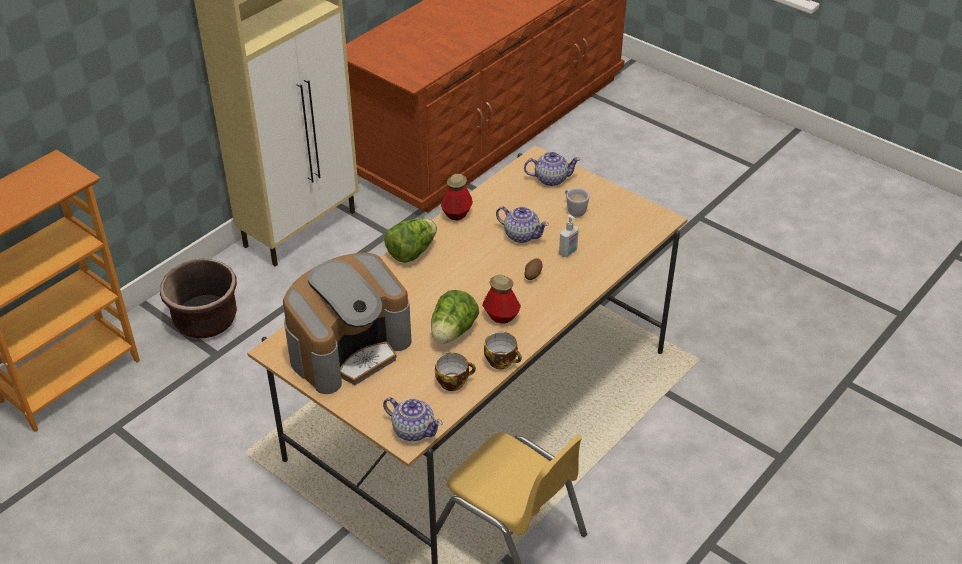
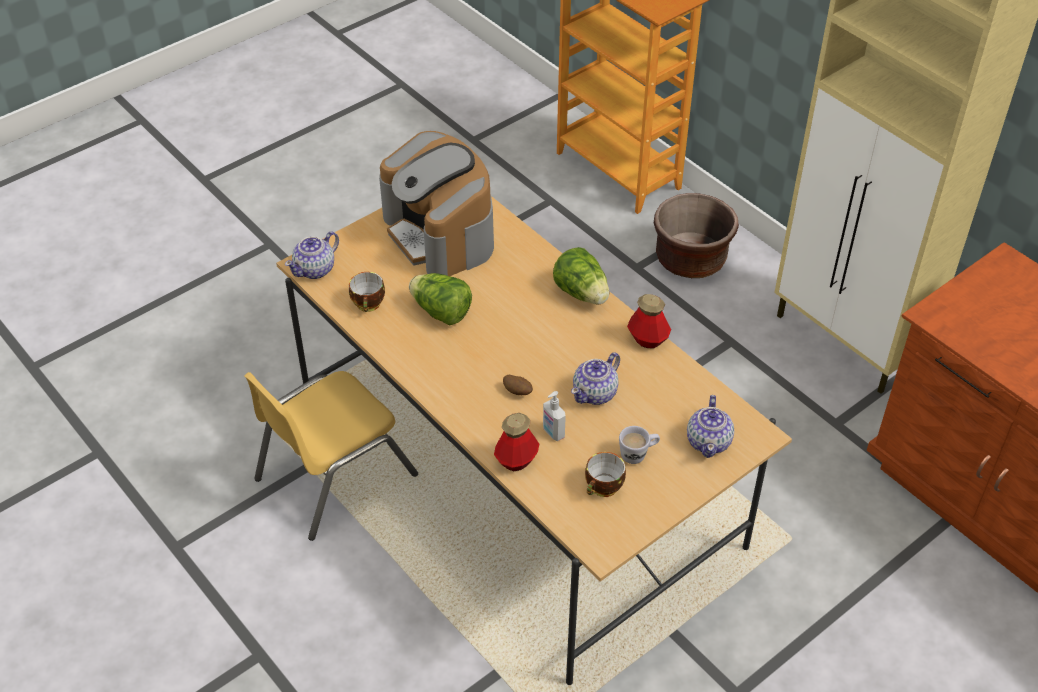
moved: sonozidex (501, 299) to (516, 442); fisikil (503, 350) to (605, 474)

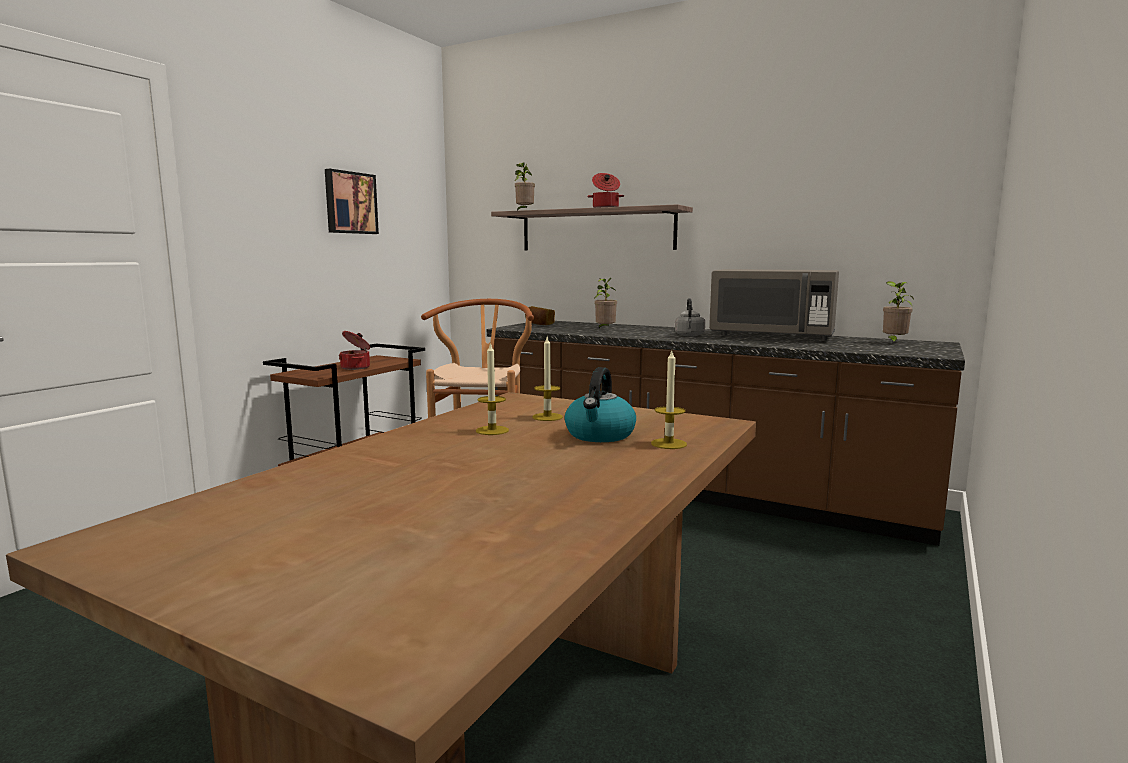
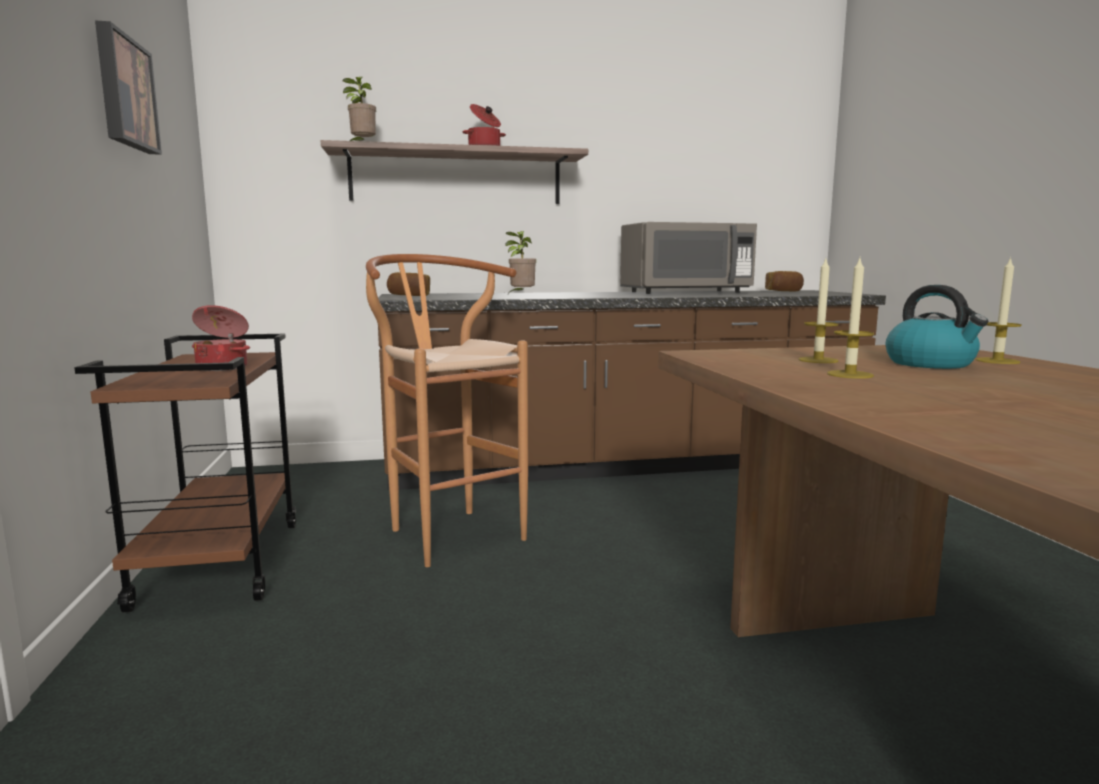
removed: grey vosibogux (690, 317)
replaced: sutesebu (898, 312) to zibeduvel (784, 281)

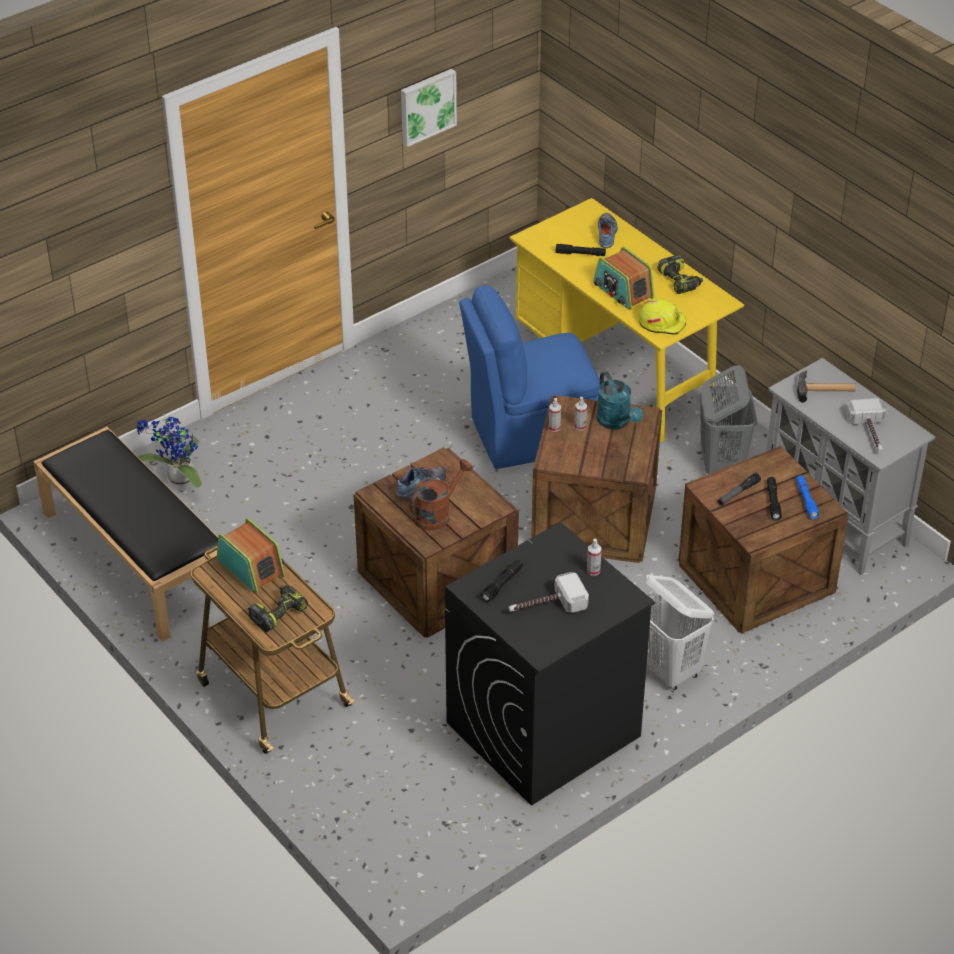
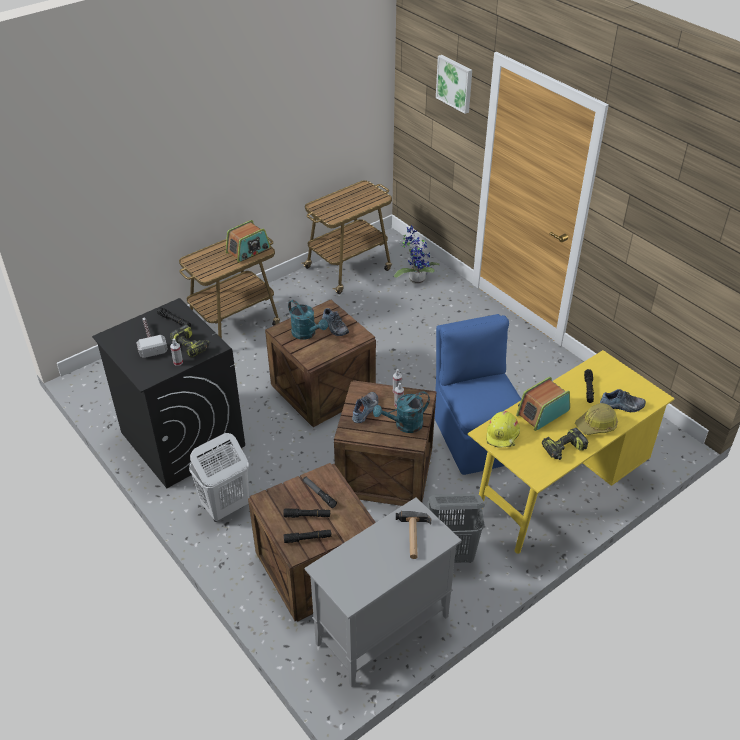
removed: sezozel (866, 425)
added: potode (365, 407); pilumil (596, 419)
moved: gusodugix (278, 608) to (190, 341); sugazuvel (429, 108) to (454, 84)
replaced: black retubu (135, 534) to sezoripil (346, 237)
recoloured: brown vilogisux (441, 494) to turquoise vilogisux (308, 320); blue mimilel (807, 497) to black mimilel (307, 536)

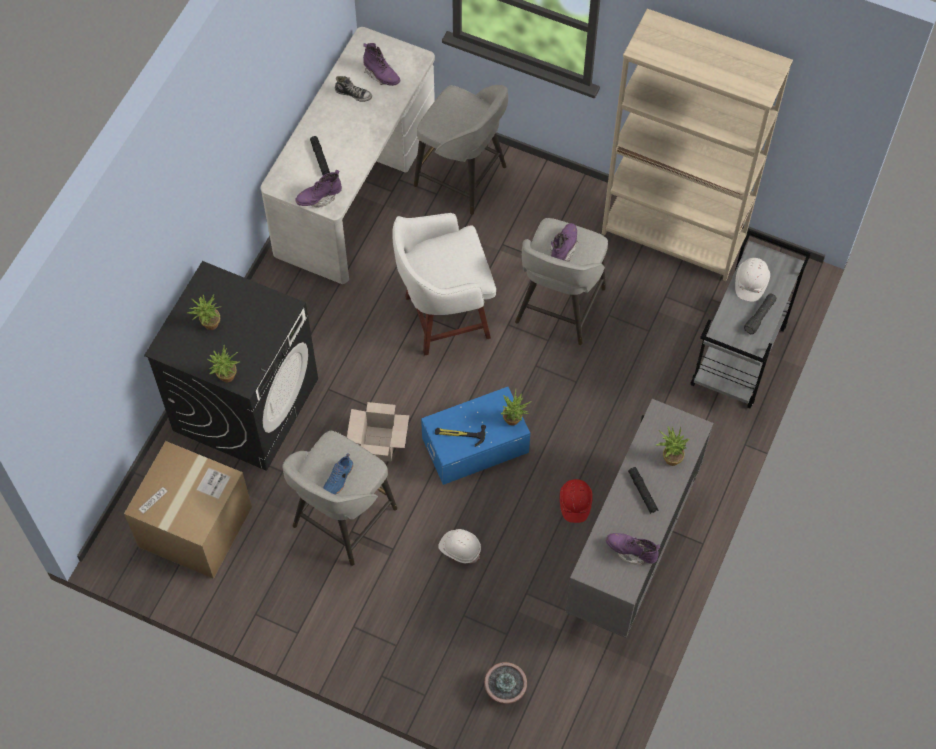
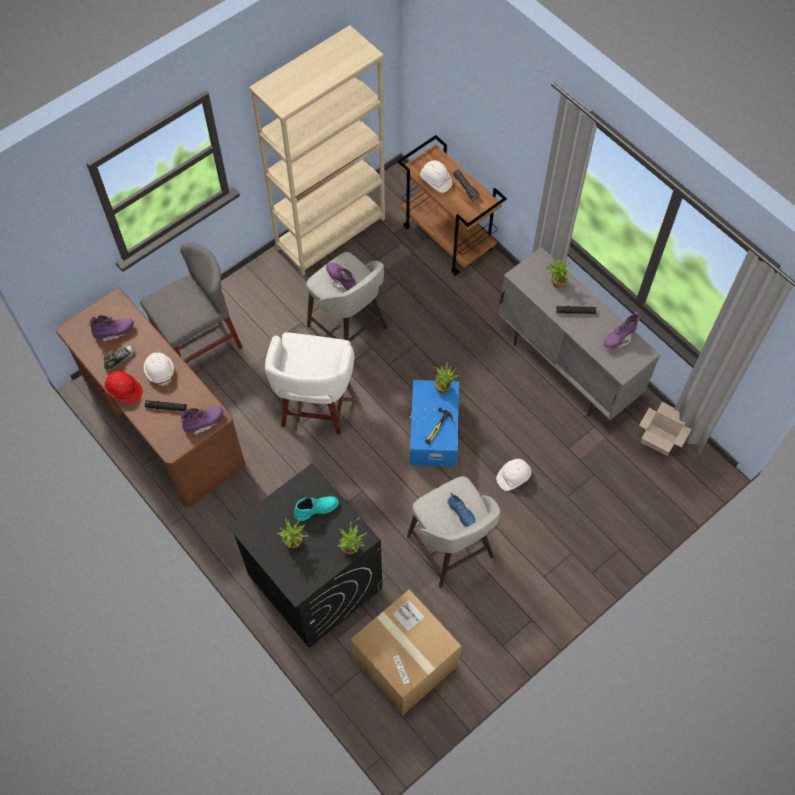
removed: sutesebu (505, 683)
added: white pilumil (159, 369); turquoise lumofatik (316, 509)
moved: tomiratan (378, 432) to (665, 429); red pilumil (576, 501) to (123, 387)
replaced: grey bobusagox (461, 150) to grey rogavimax (191, 302)
recoloured: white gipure (348, 155) to brown gipure (150, 398); grey sezoripil (750, 319) to brown sezoripil (452, 205)
turned: purple lumofatik (319, 188) = (202, 421) 120 degrees counterclockwise

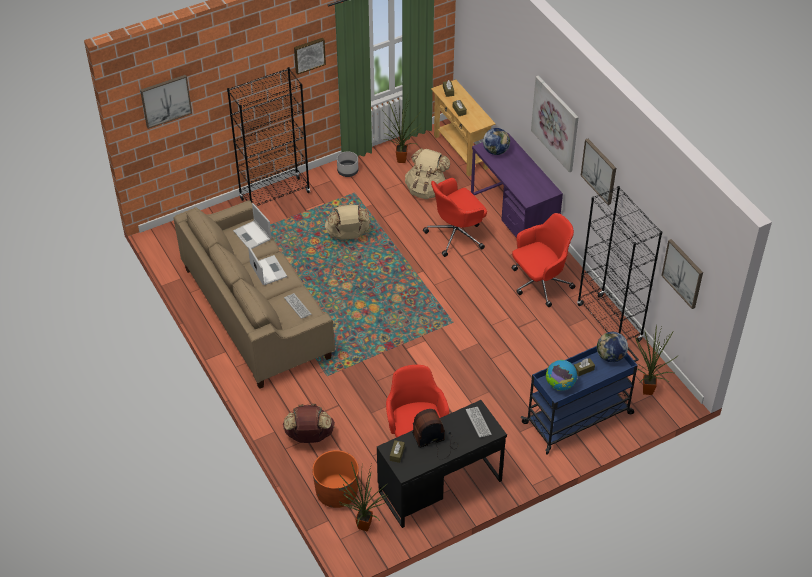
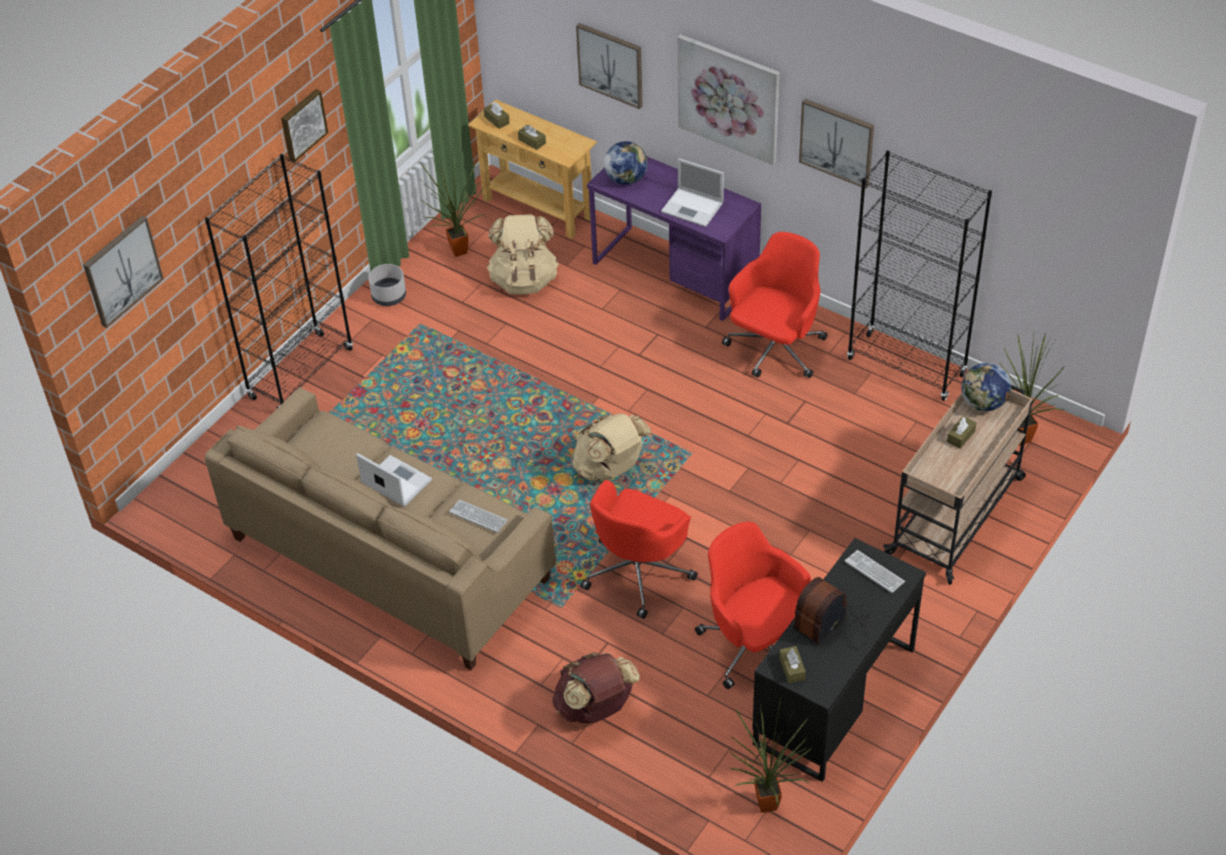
removed: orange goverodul (335, 479); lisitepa (561, 375)
moved: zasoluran (252, 226) to (692, 192); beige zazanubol (347, 221) to (611, 447); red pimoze (455, 217) to (639, 549); sugazuvel (682, 274) to (609, 66)
recoloured: blue sezoripil (580, 400) to beige sezoripil (958, 485)

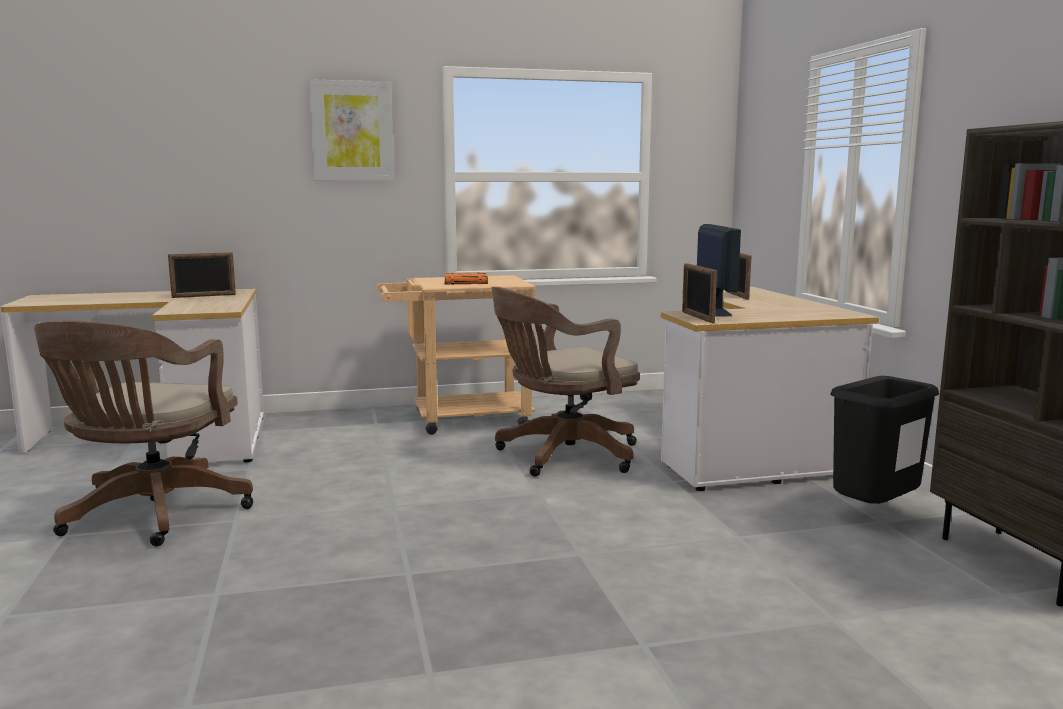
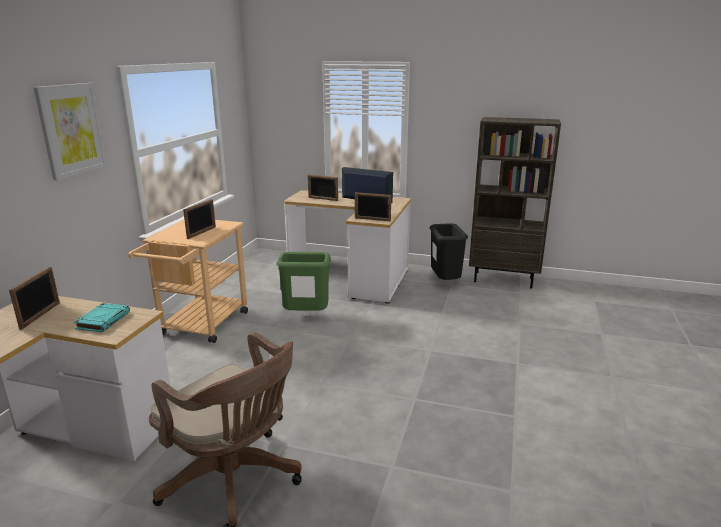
added: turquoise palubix (102, 317)
replaced: orange palubix (466, 279) to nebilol (199, 219); brown pimoze (566, 382) to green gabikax (304, 281)

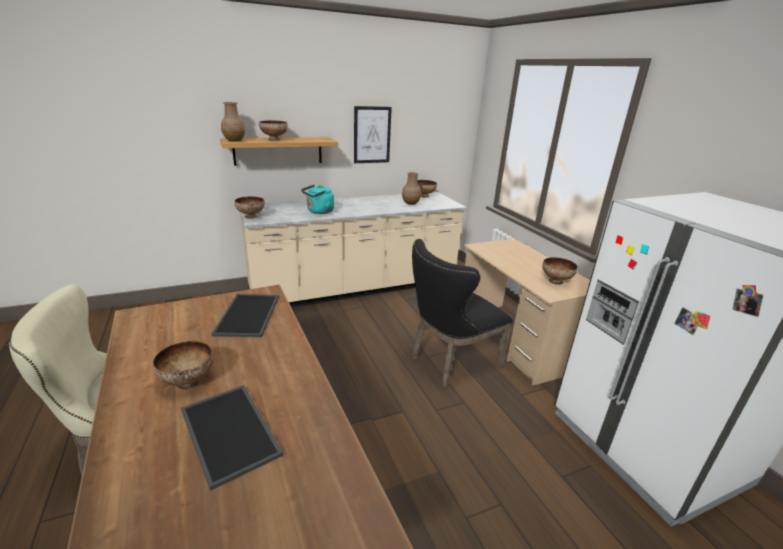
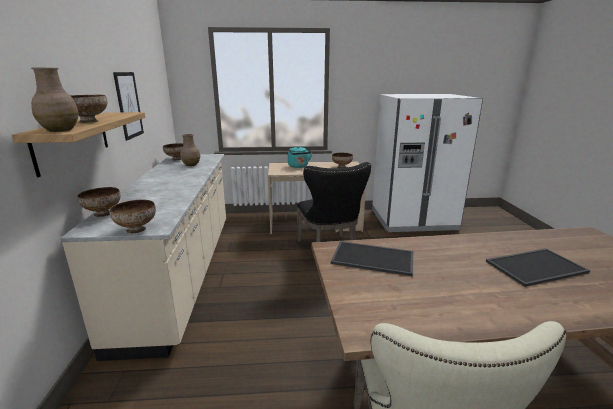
moved: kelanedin (183, 365) to (99, 202); turquoise vosibogux (317, 199) to (300, 157)

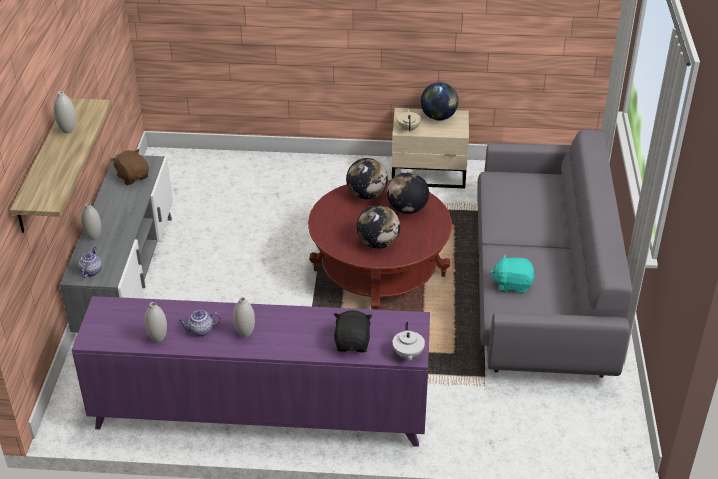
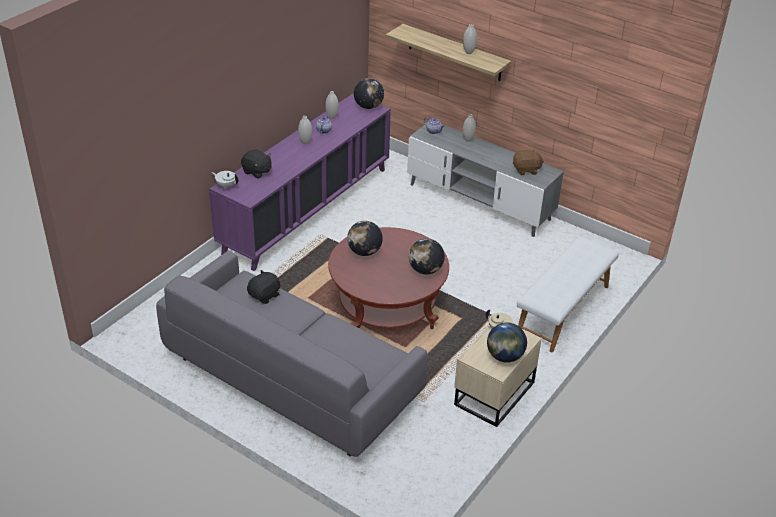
added: white retubu (568, 294)
moved: lisitepa (408, 193) to (369, 93)
recoloured: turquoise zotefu (512, 274) to black zotefu (264, 287)

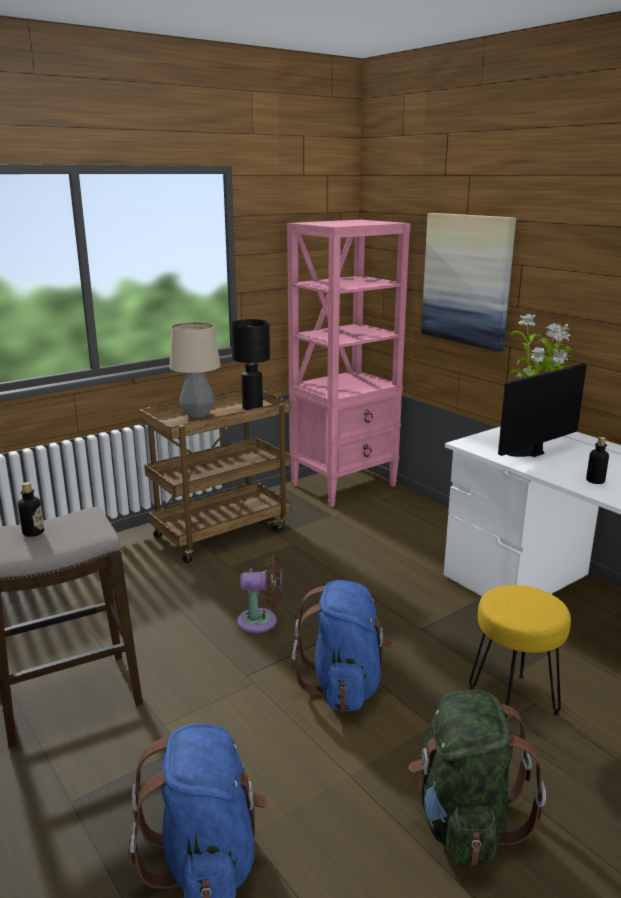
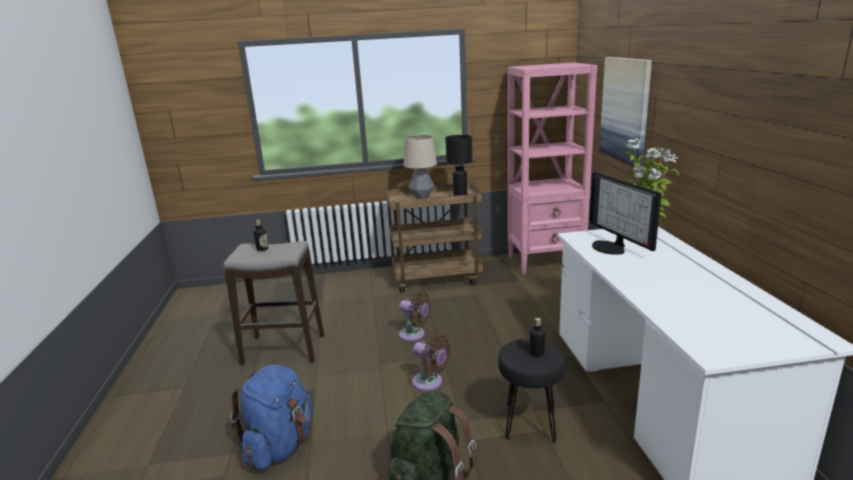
moved: sonozidex (597, 460) to (537, 337)
replaced: blue zazanubol (341, 646) to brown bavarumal (431, 363)
recoloured: yellow bobusagox (520, 652) to black bobusagox (532, 391)
turned: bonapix (542, 410) = (625, 213) 105 degrees counterclockwise

